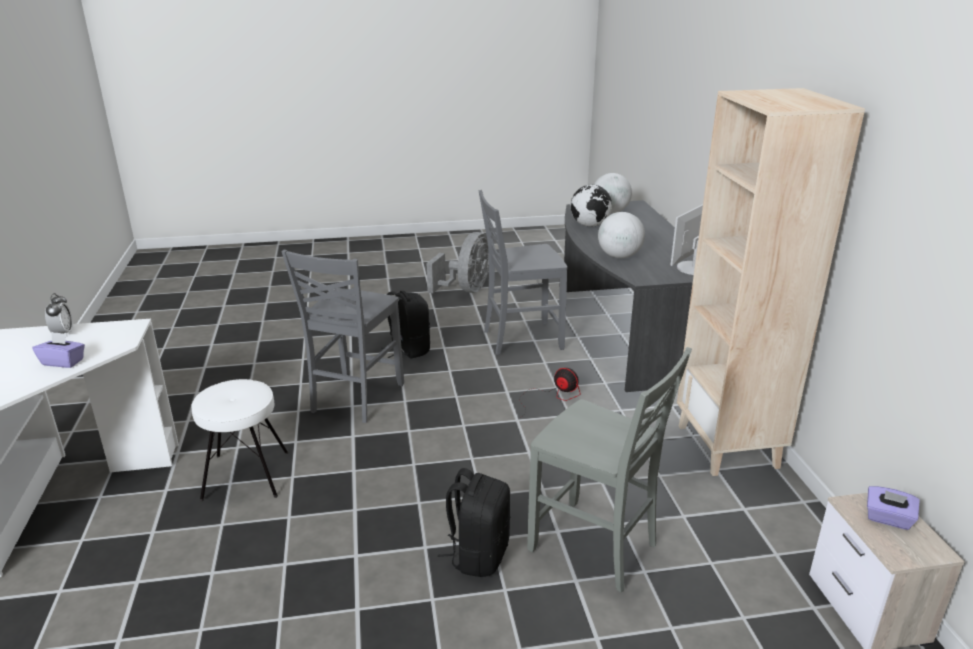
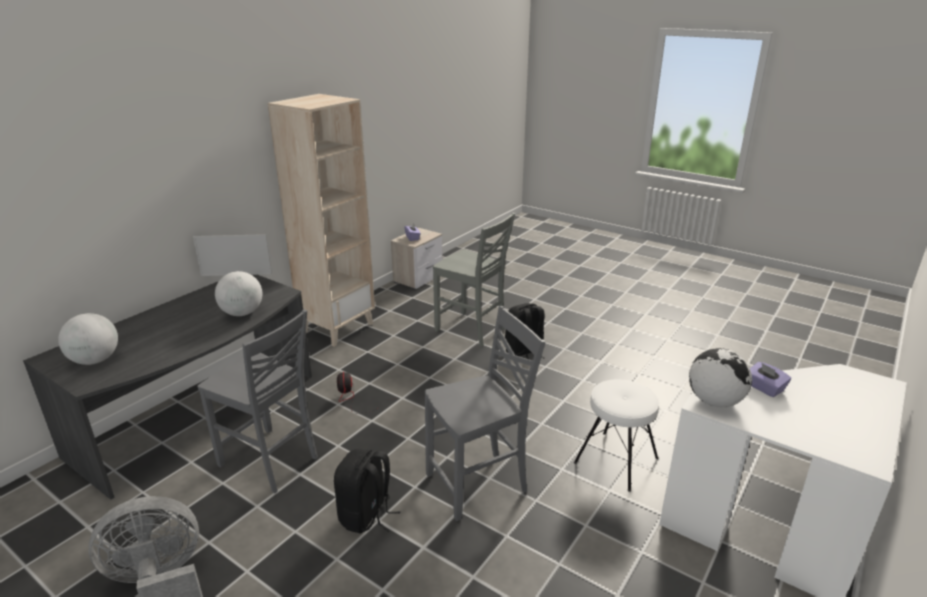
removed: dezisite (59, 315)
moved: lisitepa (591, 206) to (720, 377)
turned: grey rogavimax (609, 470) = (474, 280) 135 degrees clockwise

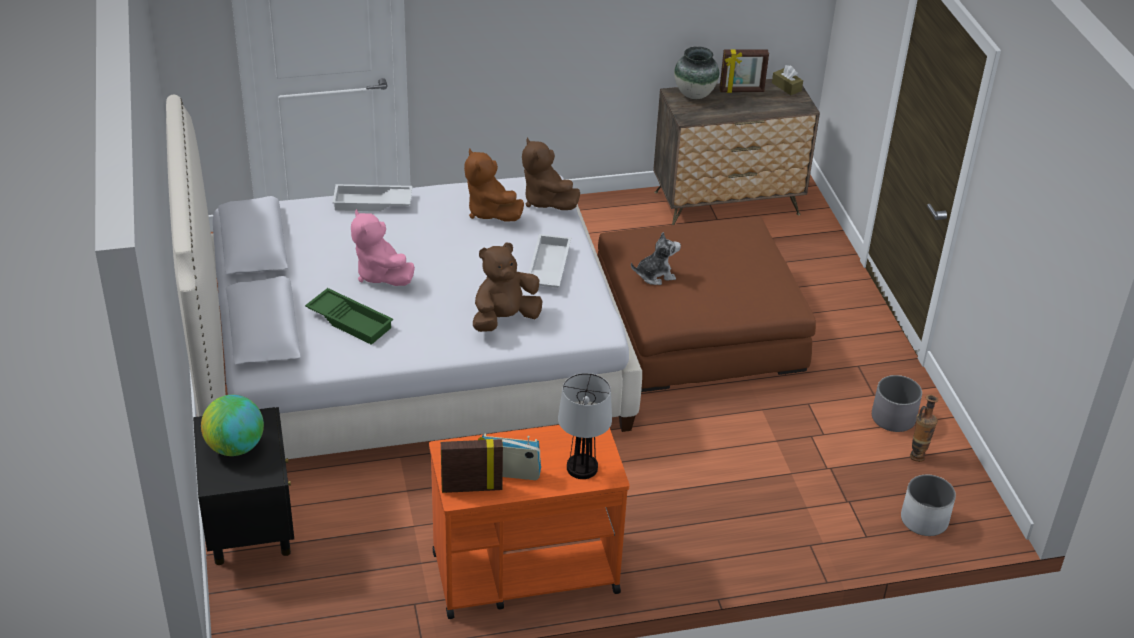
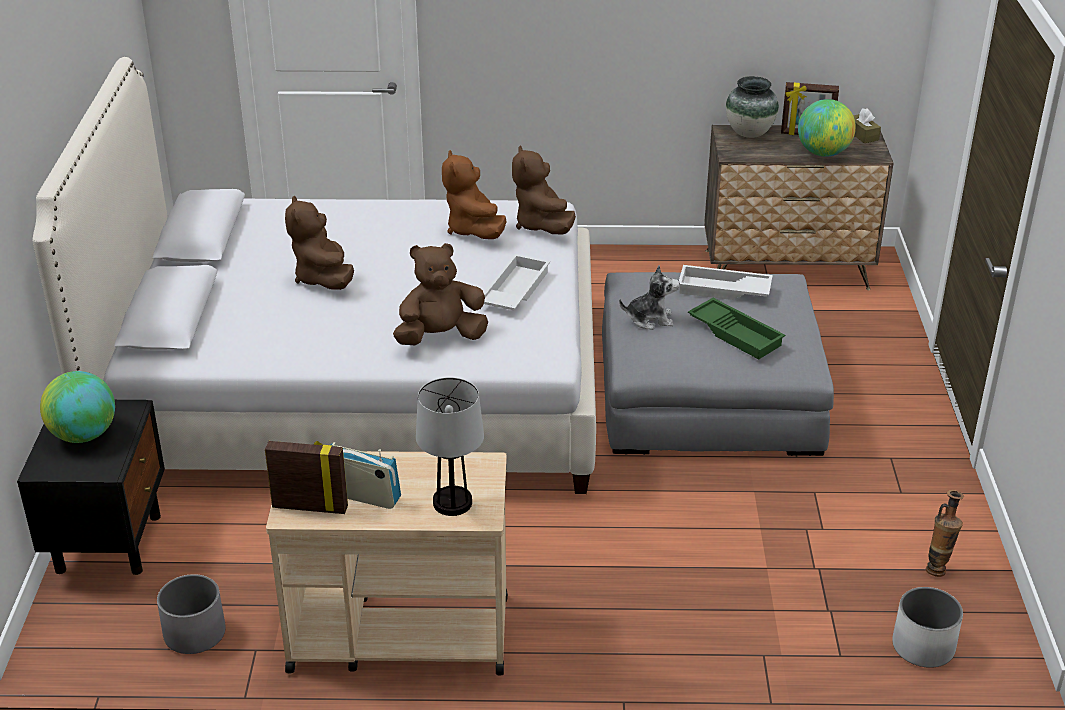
added: lisitepa (827, 128)
moved: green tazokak (349, 316) to (736, 328); white tazokak (372, 197) to (726, 282); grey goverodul (897, 403) to (191, 614)
recoloured: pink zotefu (383, 247) to brown zotefu (319, 242); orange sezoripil (529, 522) to beige sezoripil (387, 563); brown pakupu (707, 304) to grey pakupu (718, 364)

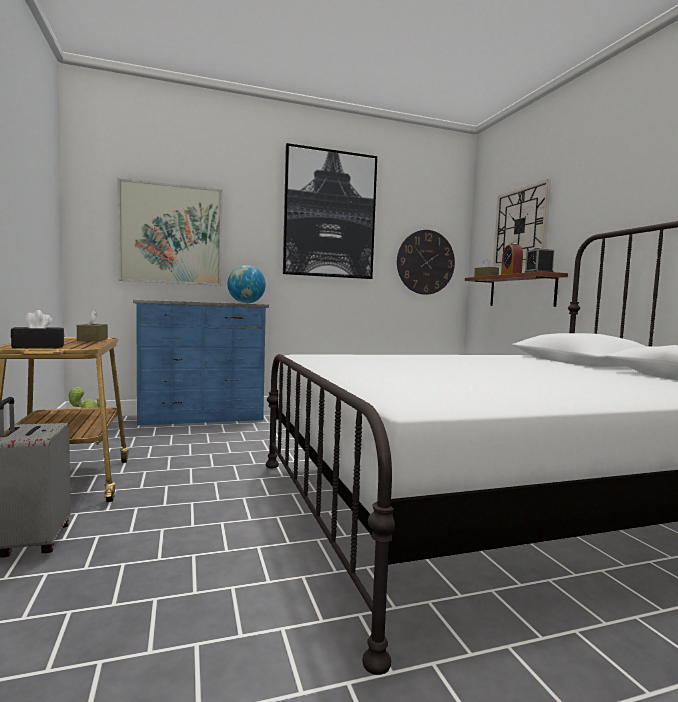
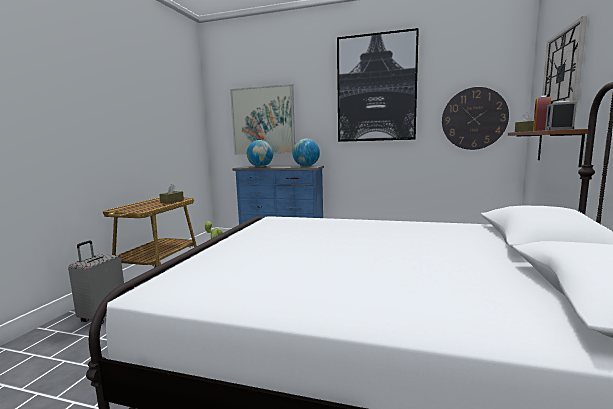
removed: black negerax (37, 329)
added: lisitepa (260, 153)

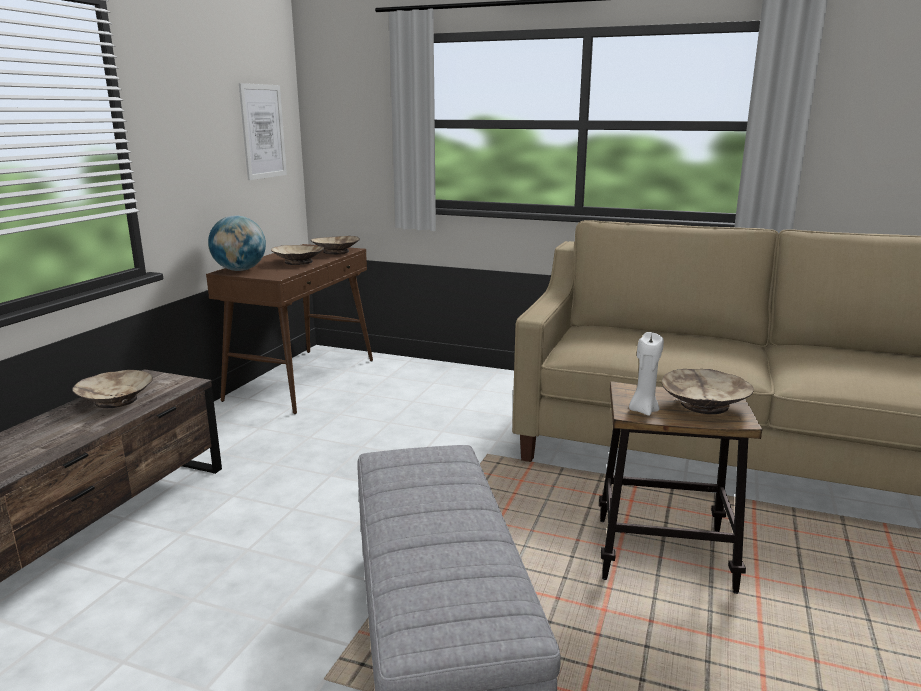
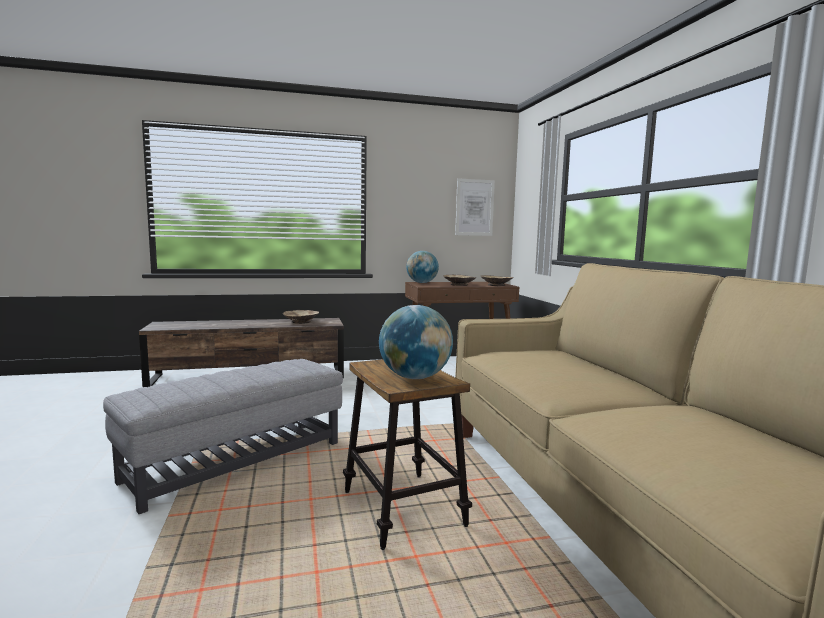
removed: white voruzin (646, 374)
replaced: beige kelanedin (708, 391) to lisitepa (416, 342)

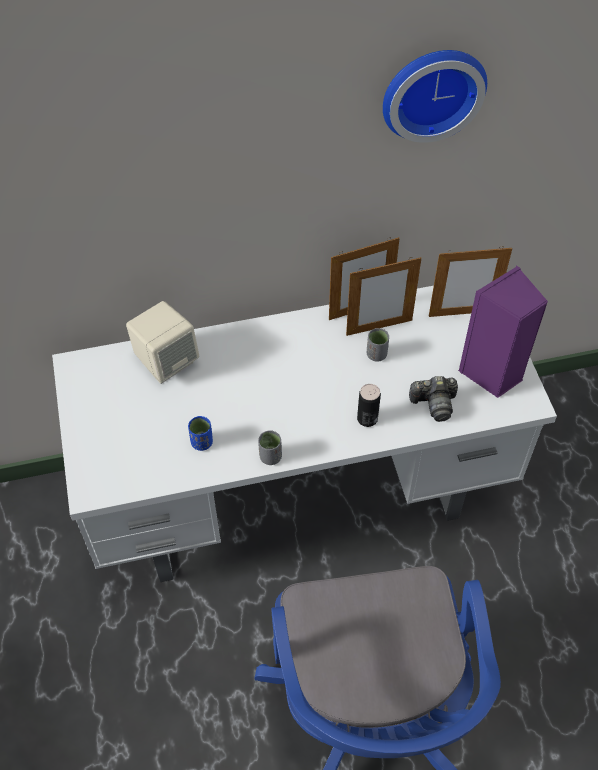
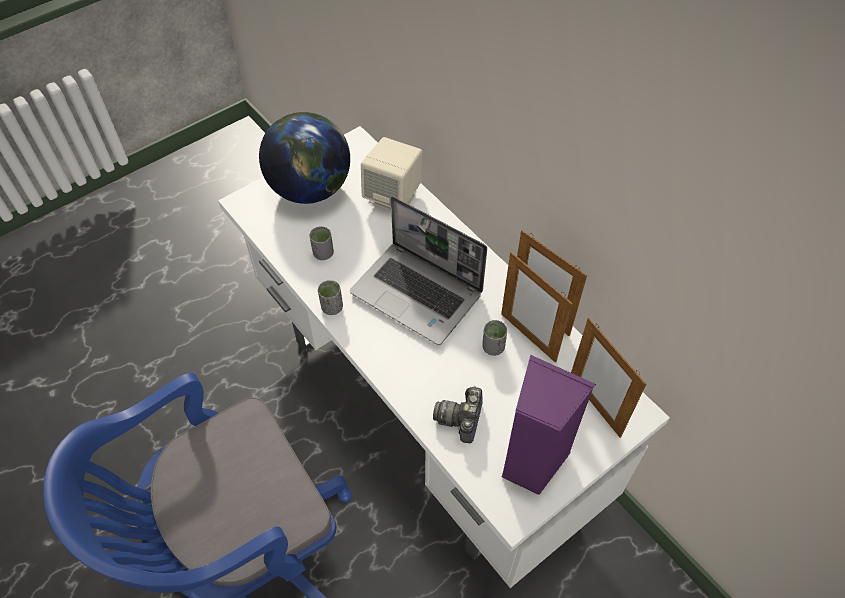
removed: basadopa (369, 405); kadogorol (435, 96)
added: lisitepa (304, 158); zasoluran (418, 270)
recoloured: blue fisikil (200, 433) to grey fisikil (322, 243)
turned: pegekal (433, 399) = (457, 415) 45 degrees clockwise

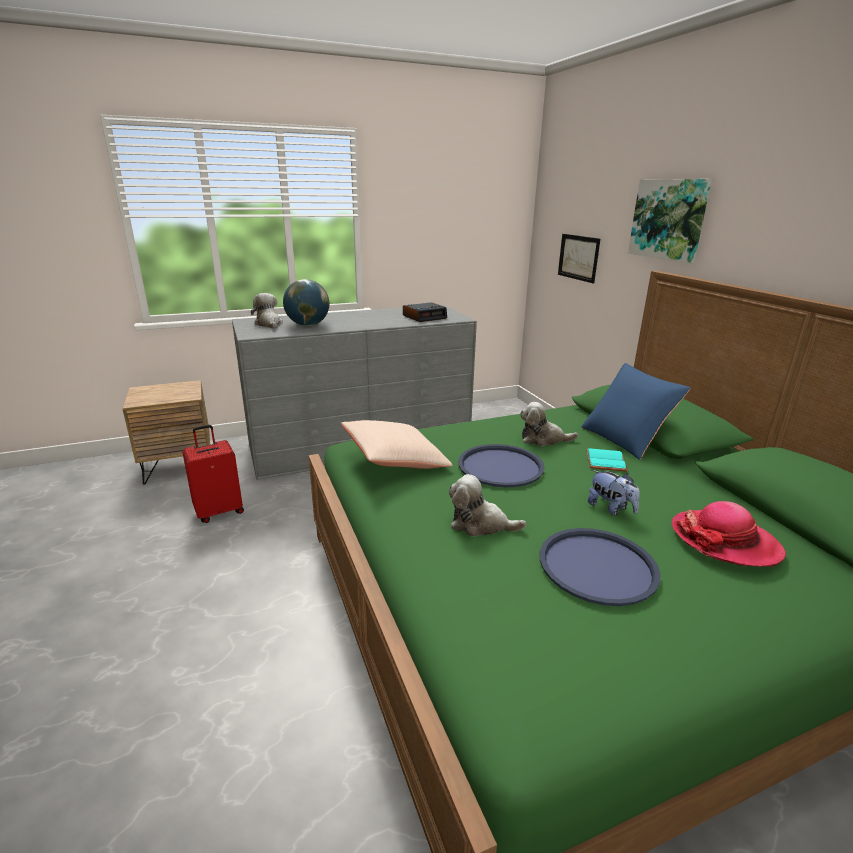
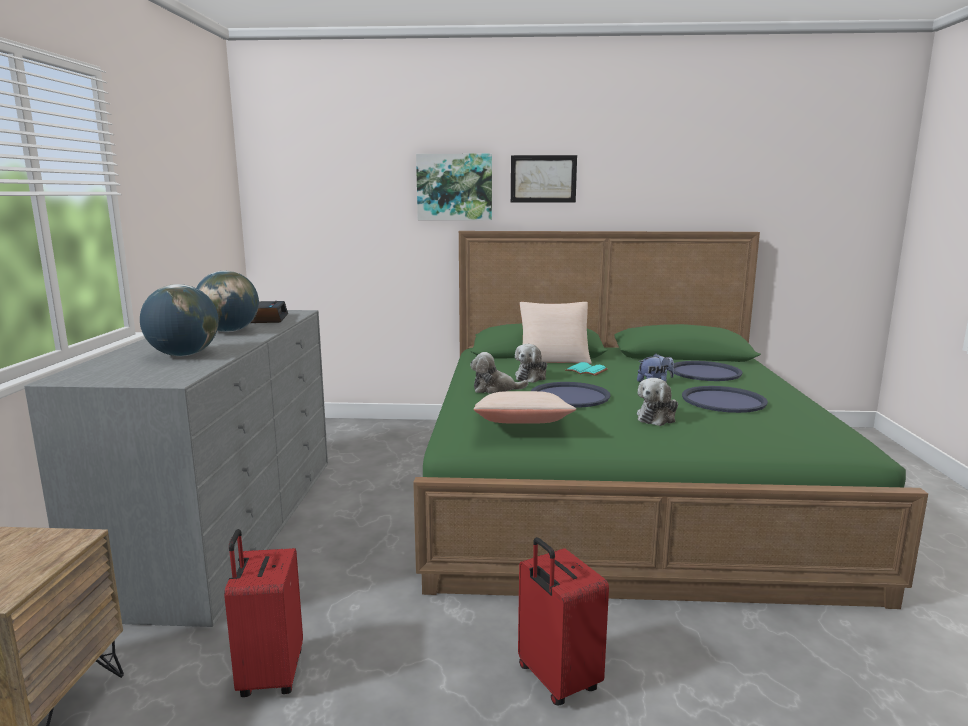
added: lisitepa (227, 301); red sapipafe (563, 621)
moved: zotefu (267, 311) to (499, 373); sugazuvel (579, 258) to (544, 179)
replaced: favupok (729, 534) to blue tazokak (708, 371)
recoloured: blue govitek (636, 411) to beige govitek (556, 333)

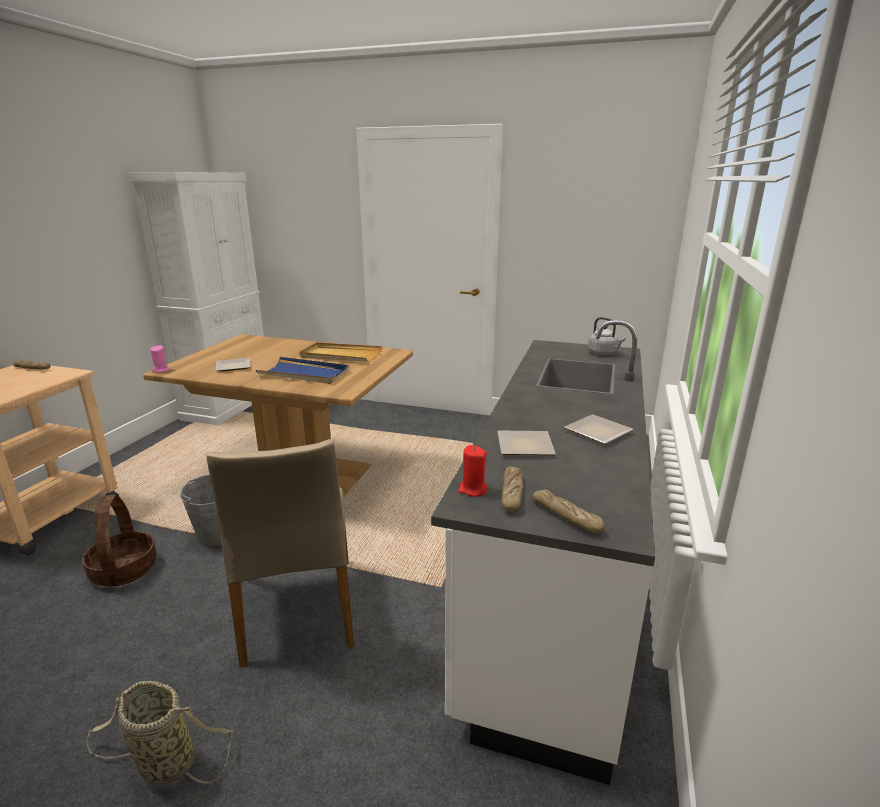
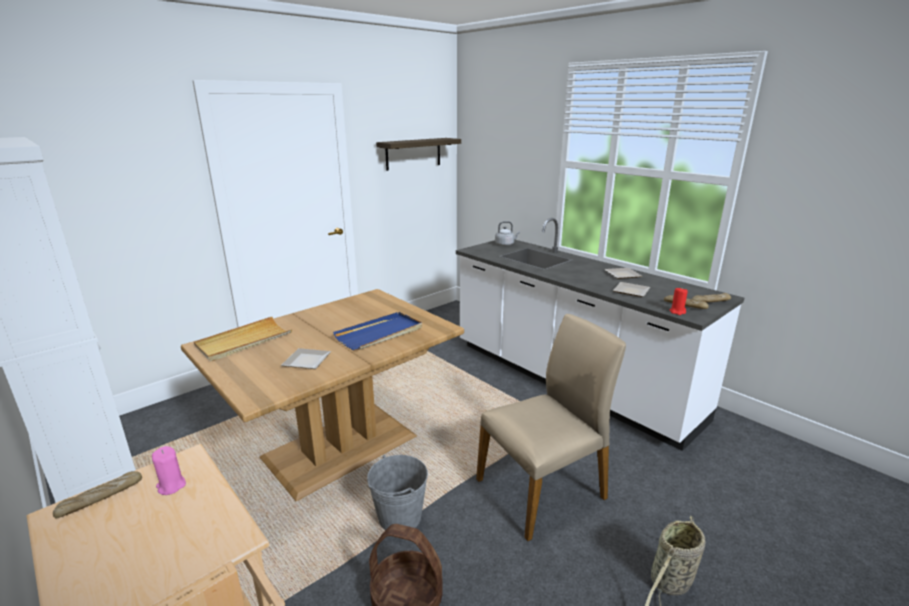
added: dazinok (418, 154)
moved: pink voruzin (159, 359) to (169, 470); beige tazokak (341, 352) to (243, 339)
turned: beige rogavimax (280, 553) = (551, 427) 45 degrees counterclockwise

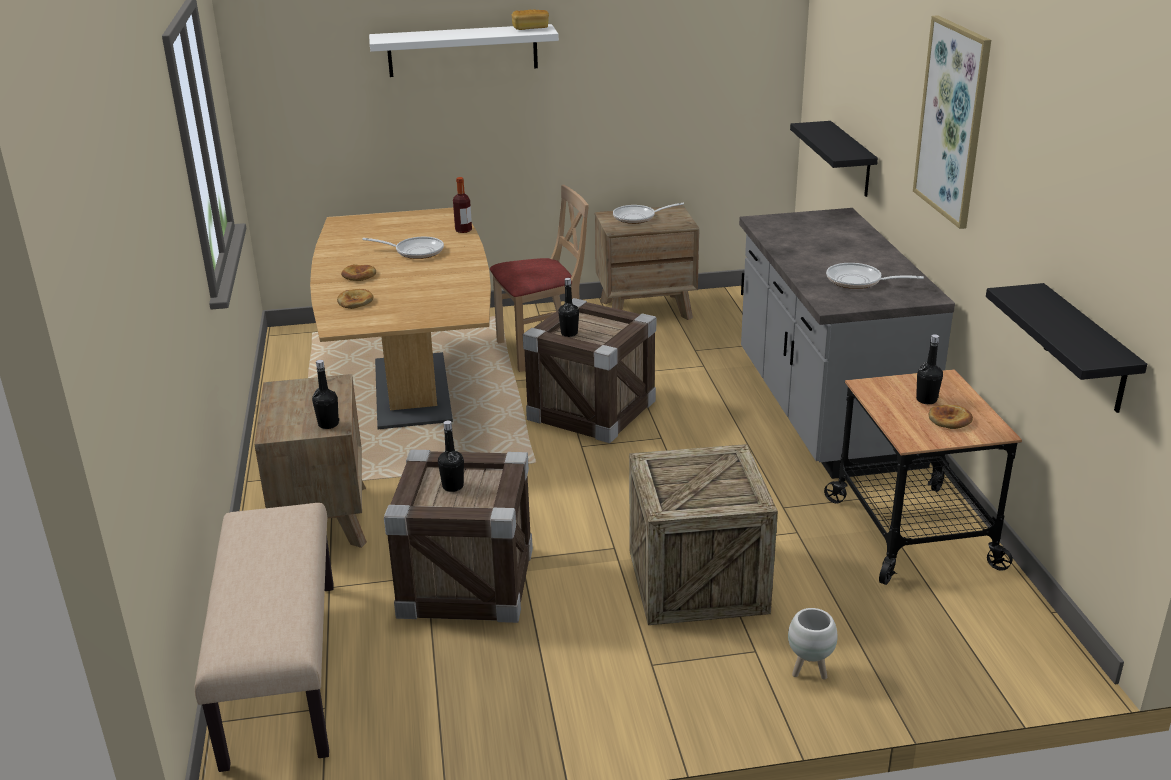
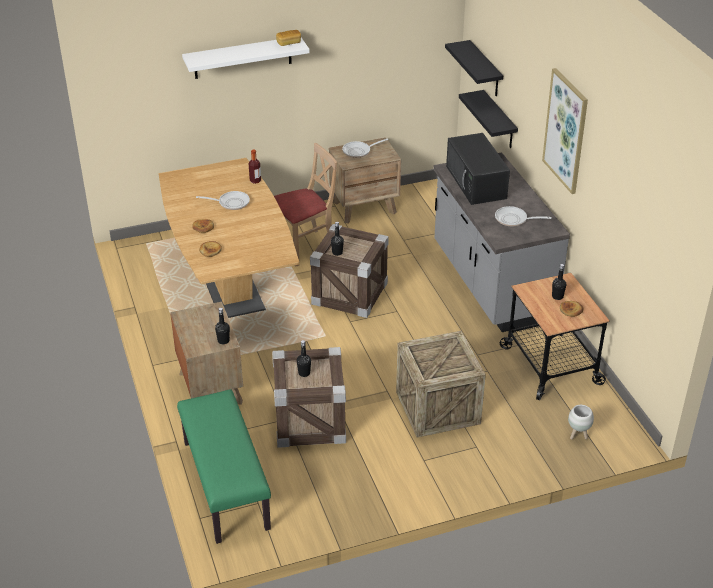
added: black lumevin (478, 169)
moved: white goverodul (813, 644) to (581, 422); black dazinok (1066, 348) to (474, 68)
recoloured: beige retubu (264, 637) to green retubu (224, 466)

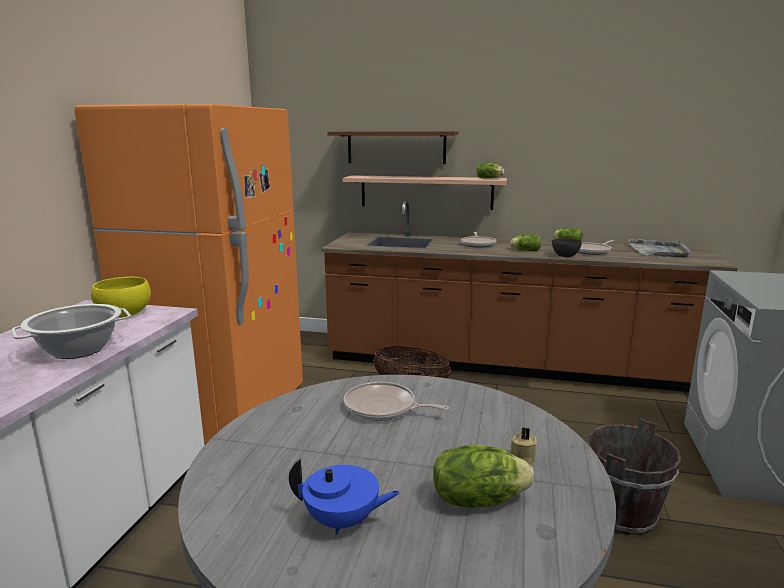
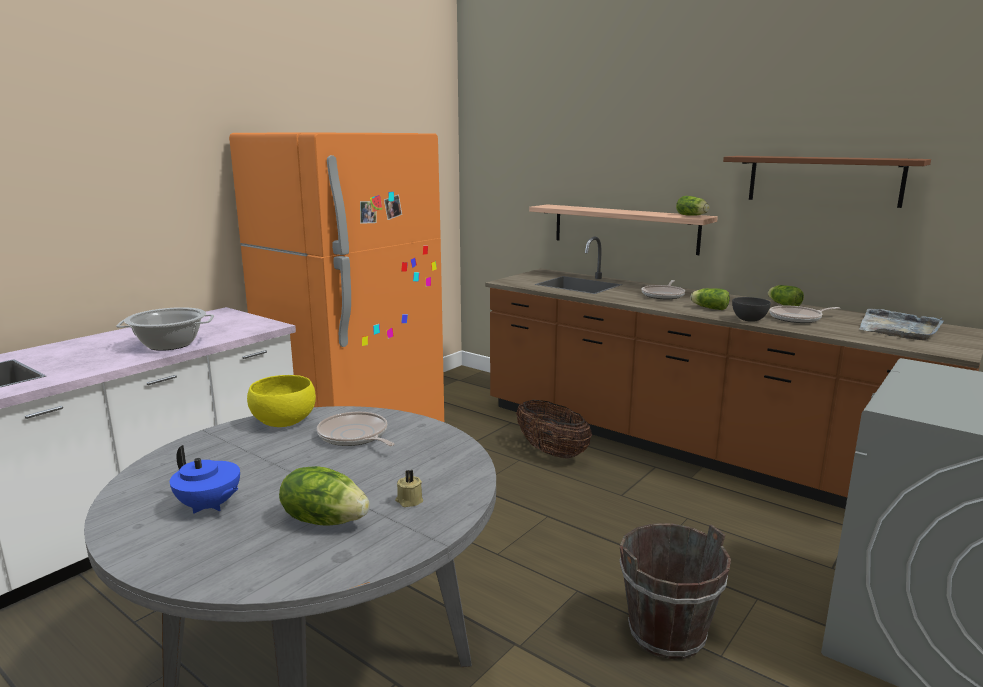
moved: yellow kelanedin (121, 297) to (281, 401); brown dazinok (393, 147) to (827, 182)

